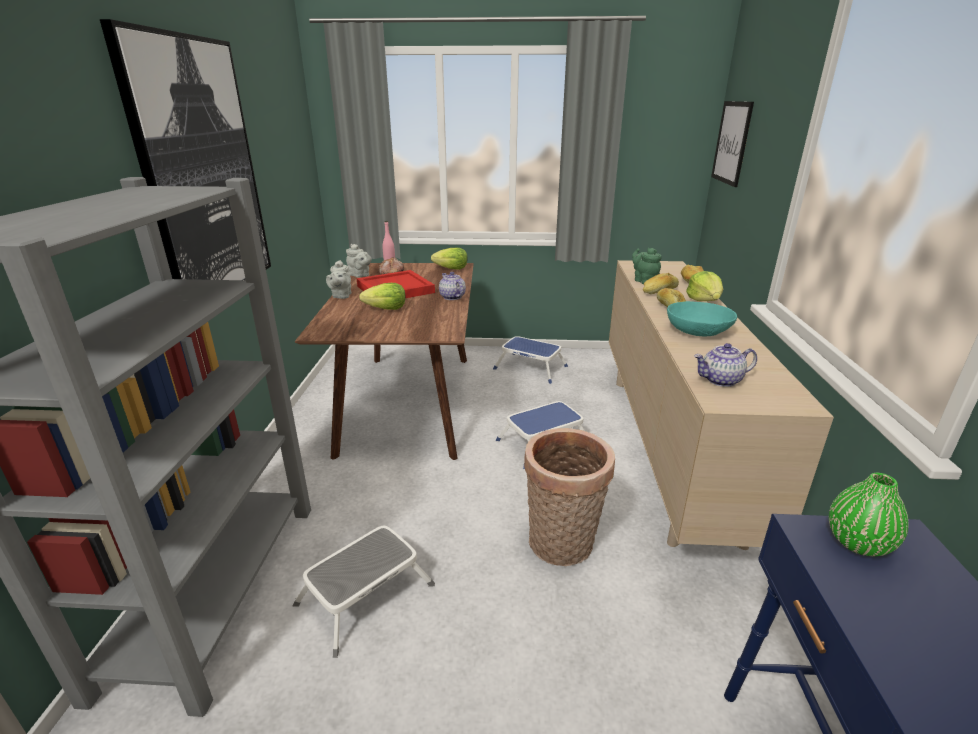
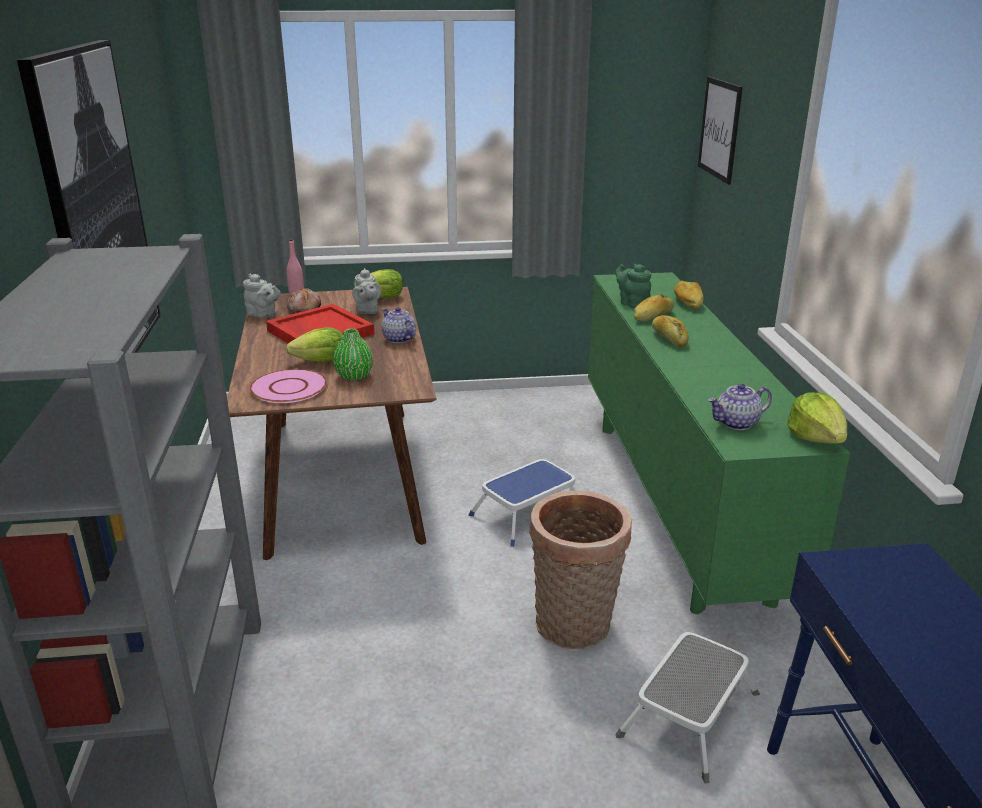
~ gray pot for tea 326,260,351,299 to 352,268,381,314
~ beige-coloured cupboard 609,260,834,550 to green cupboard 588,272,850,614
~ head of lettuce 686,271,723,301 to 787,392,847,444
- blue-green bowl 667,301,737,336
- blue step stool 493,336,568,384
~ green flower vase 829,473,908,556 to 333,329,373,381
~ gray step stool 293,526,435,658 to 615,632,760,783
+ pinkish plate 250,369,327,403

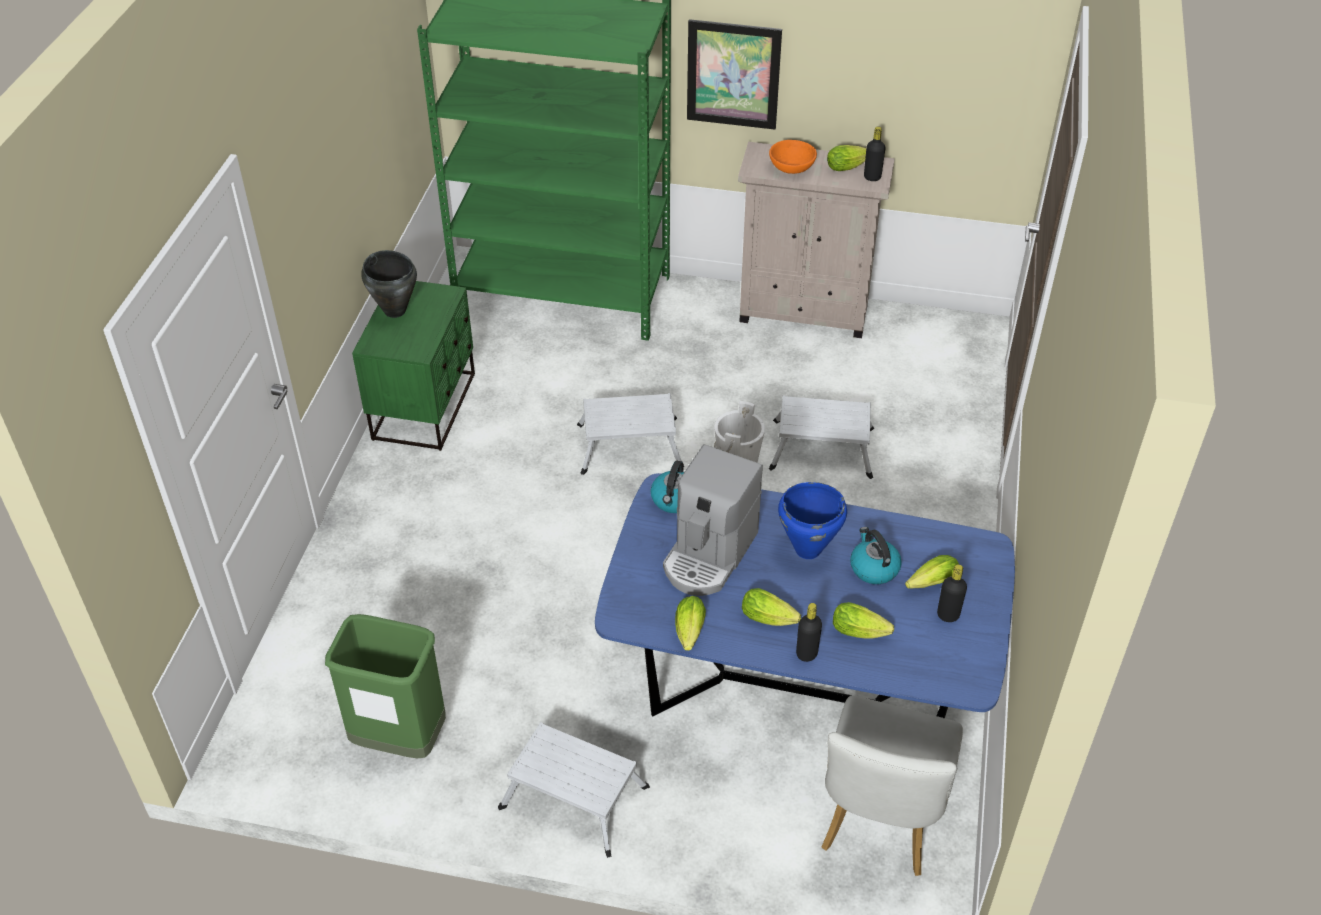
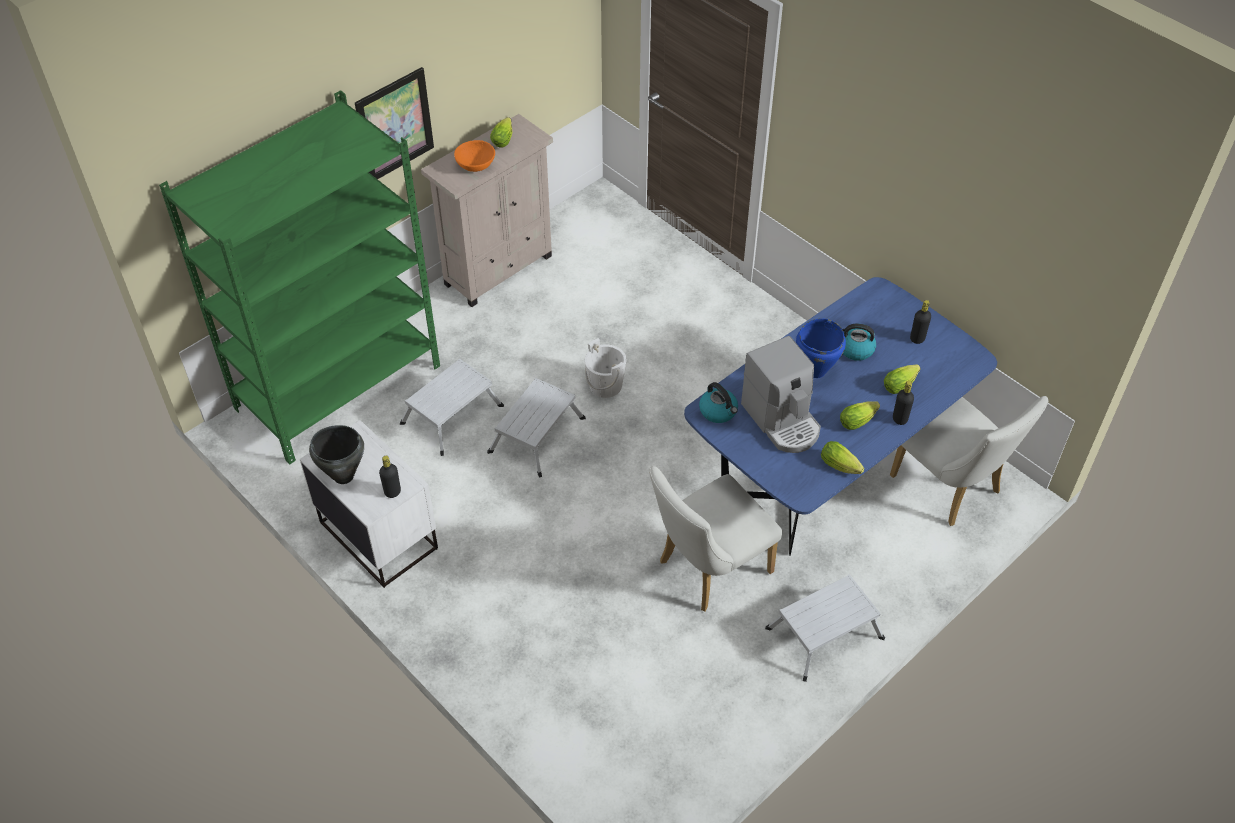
~ black drink bottle 864,127,886,181 to 379,456,401,498
~ green bedside table 352,281,475,451 to white-coloured bedside table 300,420,438,588
~ white-coloured step stool 769,395,874,479 to 400,358,504,456
- head of lettuce 905,555,959,589
- green waste bin 325,614,446,758
+ white-coloured plain chair 649,466,782,612

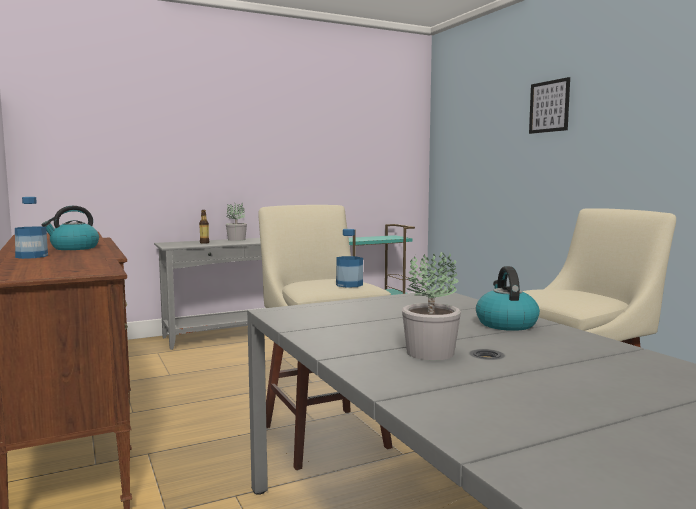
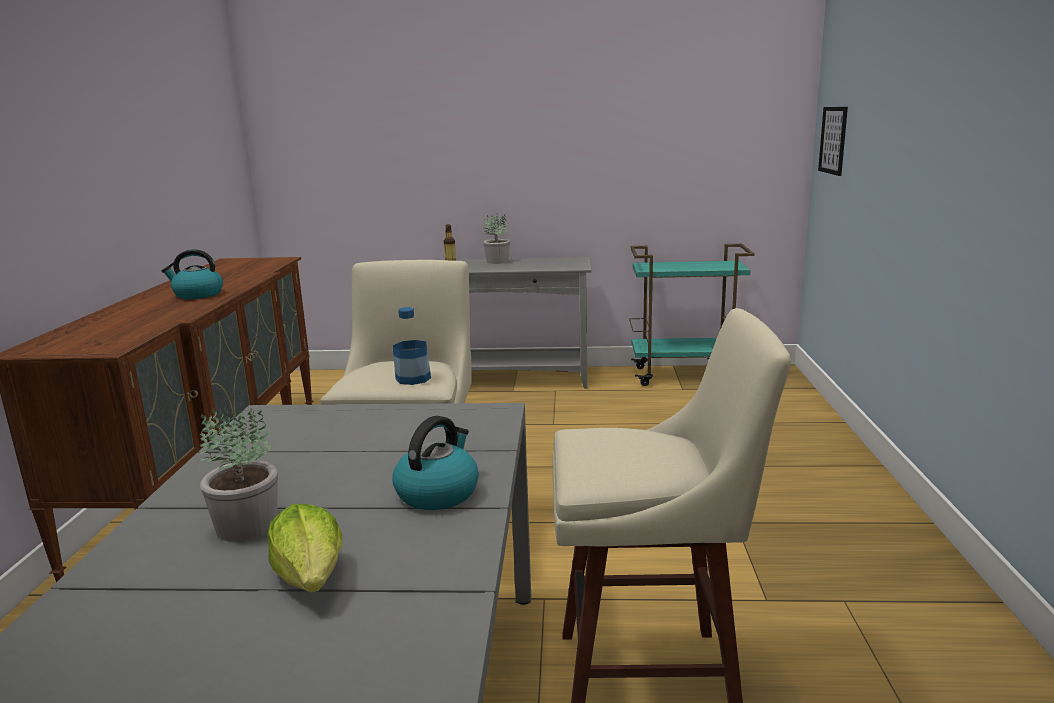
~ wall picture 529,77,570,134 to 818,107,848,176
- drink bottle 15,197,48,259
+ head of lettuce 267,504,342,593

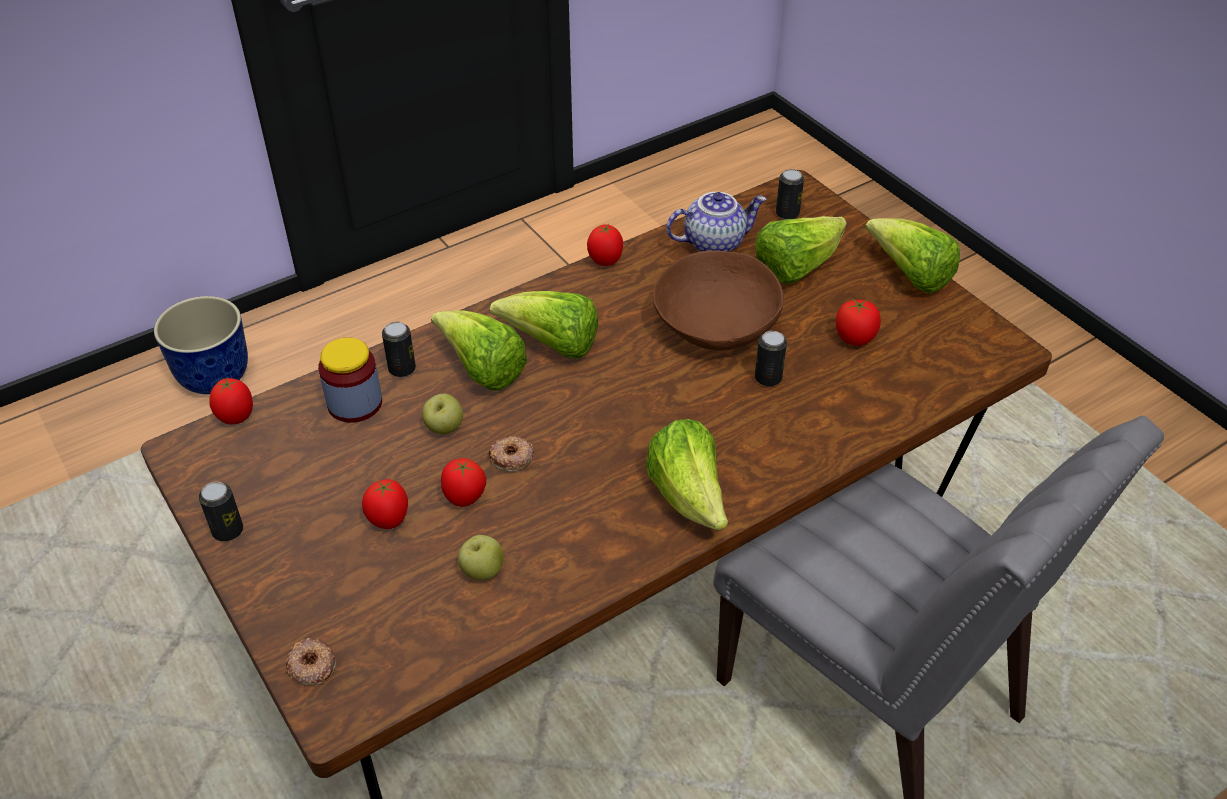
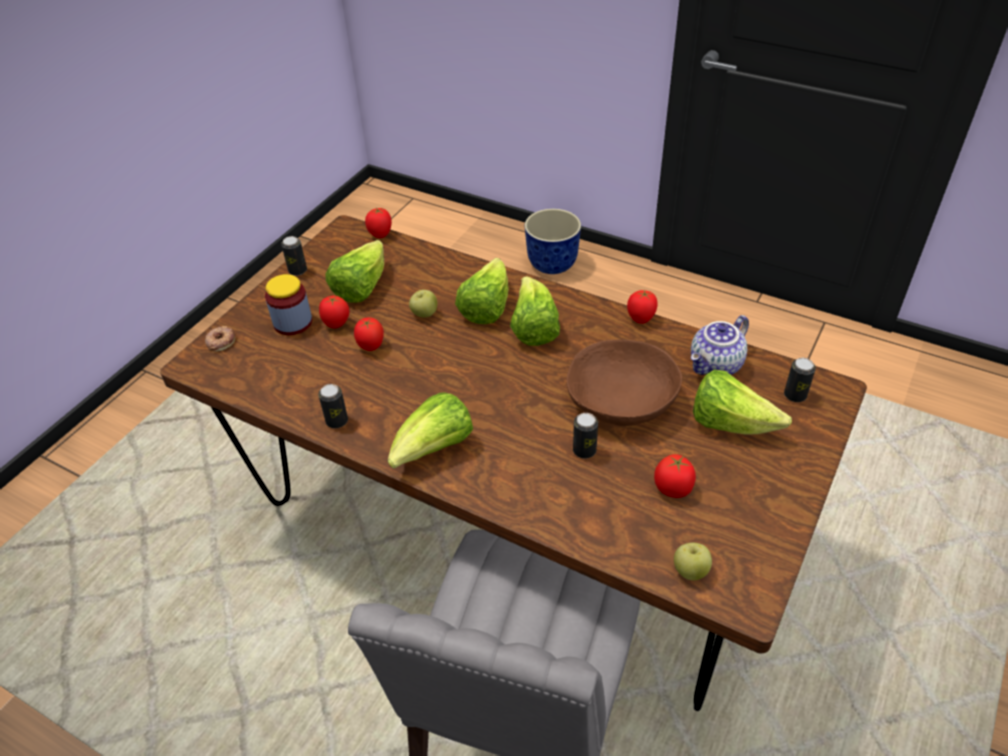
~ pot for tea 666,192,767,252 = 691,315,749,375 90 degrees clockwise
~ head of lettuce 865,218,960,294 to 326,240,384,303
~ metal can 382,322,416,377 to 318,384,348,428
~ storage jar 318,337,382,423 to 265,274,312,335
- ring doughnut 489,436,534,472
~ apple 458,535,504,580 to 674,543,712,580

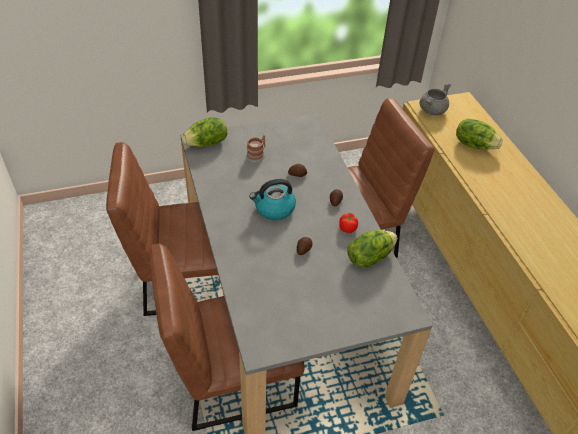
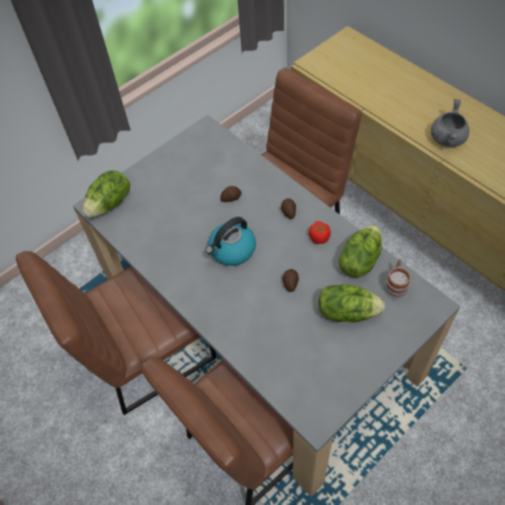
~ gray cooking pot 419,82,451,116 to 431,99,469,147
~ head of lettuce 456,119,503,150 to 318,284,385,322
~ tea mug 246,135,266,163 to 384,259,411,300

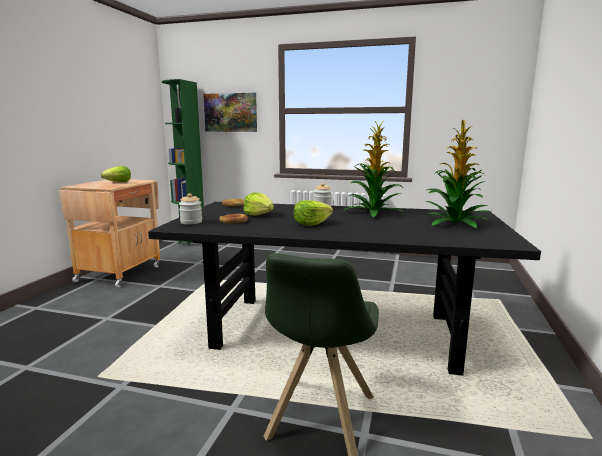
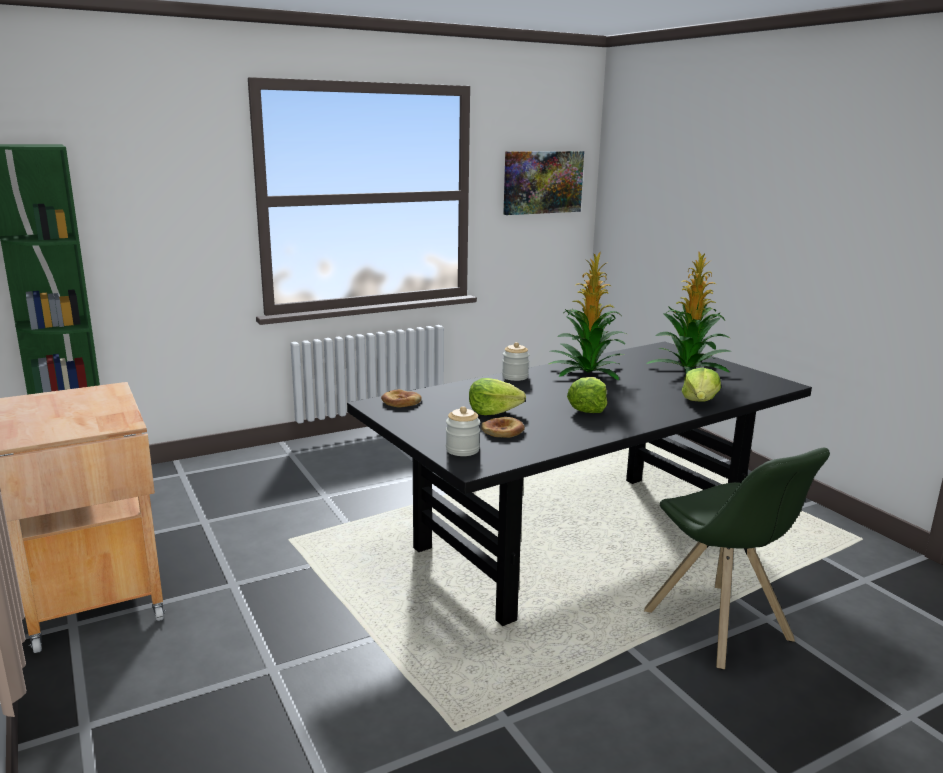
~ wall picture 203,93,257,132 to 503,151,584,215
~ head of lettuce 101,166,131,182 to 682,367,721,402

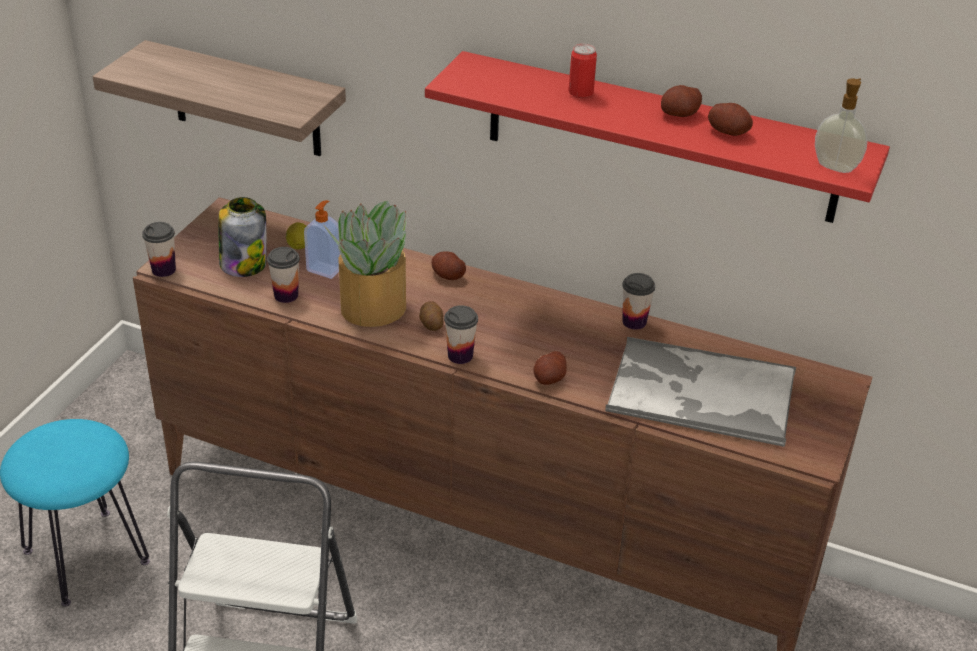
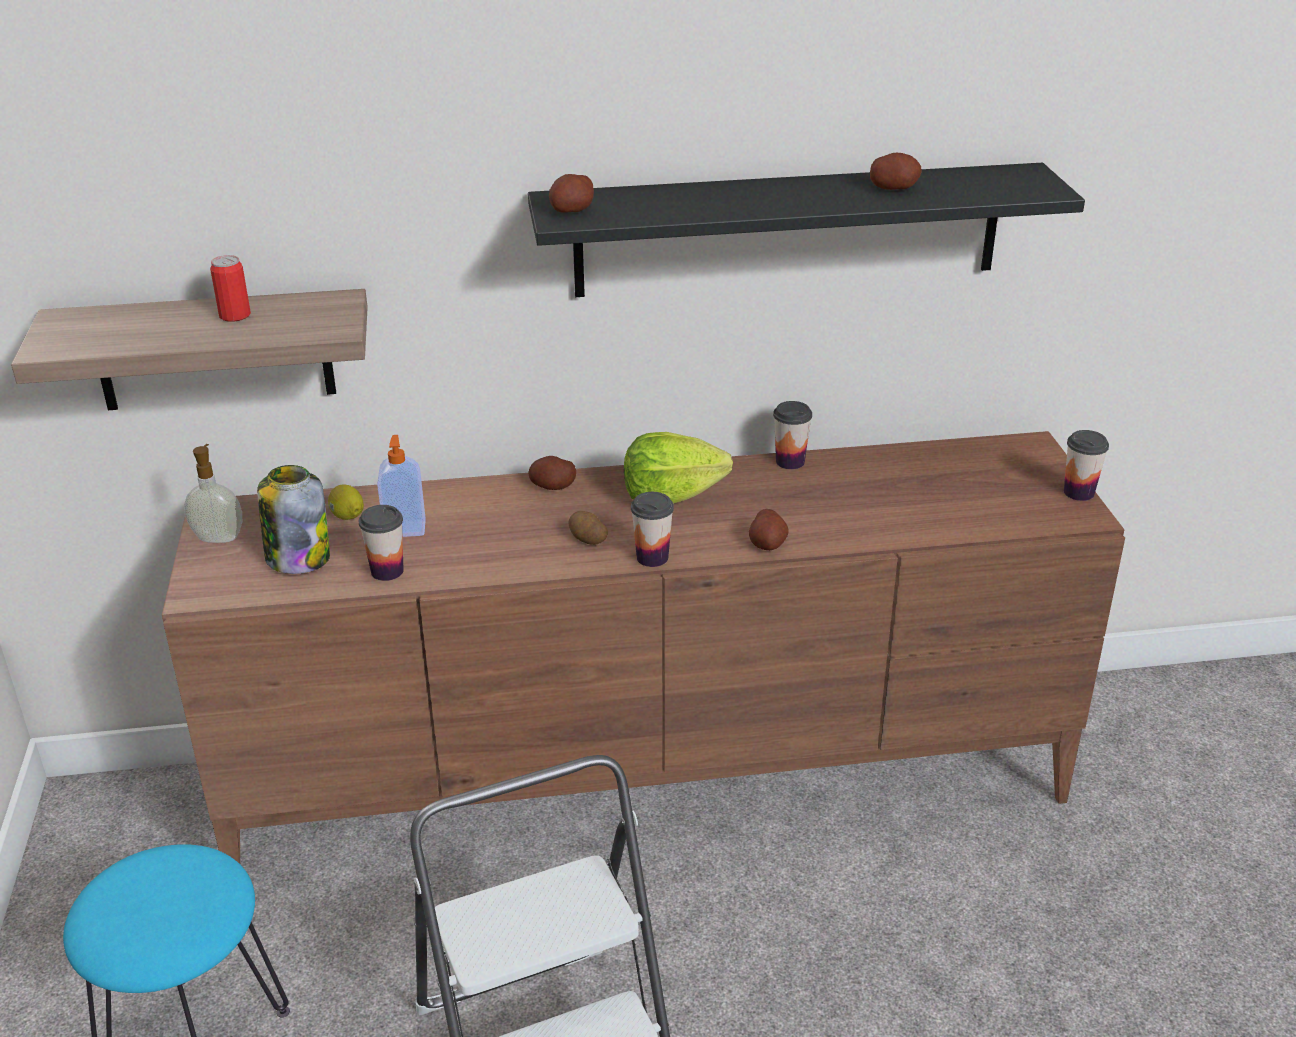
~ metal can 568,44,597,98 to 210,255,251,322
~ red-coloured shelf 425,51,890,223 to black shelf 528,163,1085,297
~ liquid soap bottle 815,78,868,173 to 184,444,242,543
~ potato 661,85,702,117 to 549,174,594,213
- plant in a pot 324,201,407,327
~ cup 142,222,176,277 to 1064,430,1109,501
- tray 605,337,796,447
+ head of lettuce 624,432,733,504

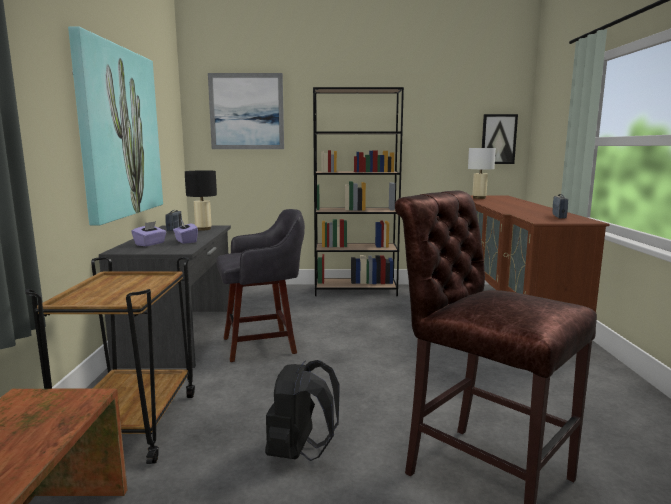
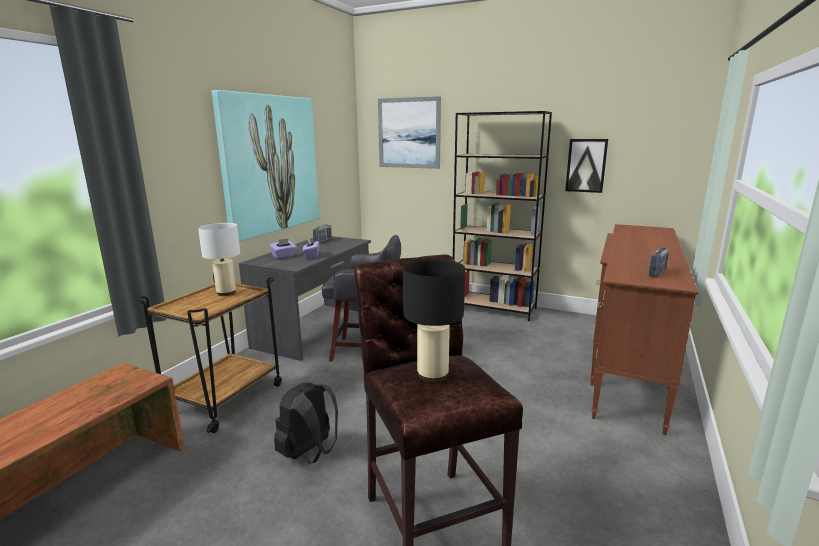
~ wall picture 482,114,518,164 to 565,139,608,193
~ white-coloured tabletop lamp 468,148,496,199 to 198,223,240,296
~ black tabletop lamp 185,170,217,231 to 403,259,465,383

